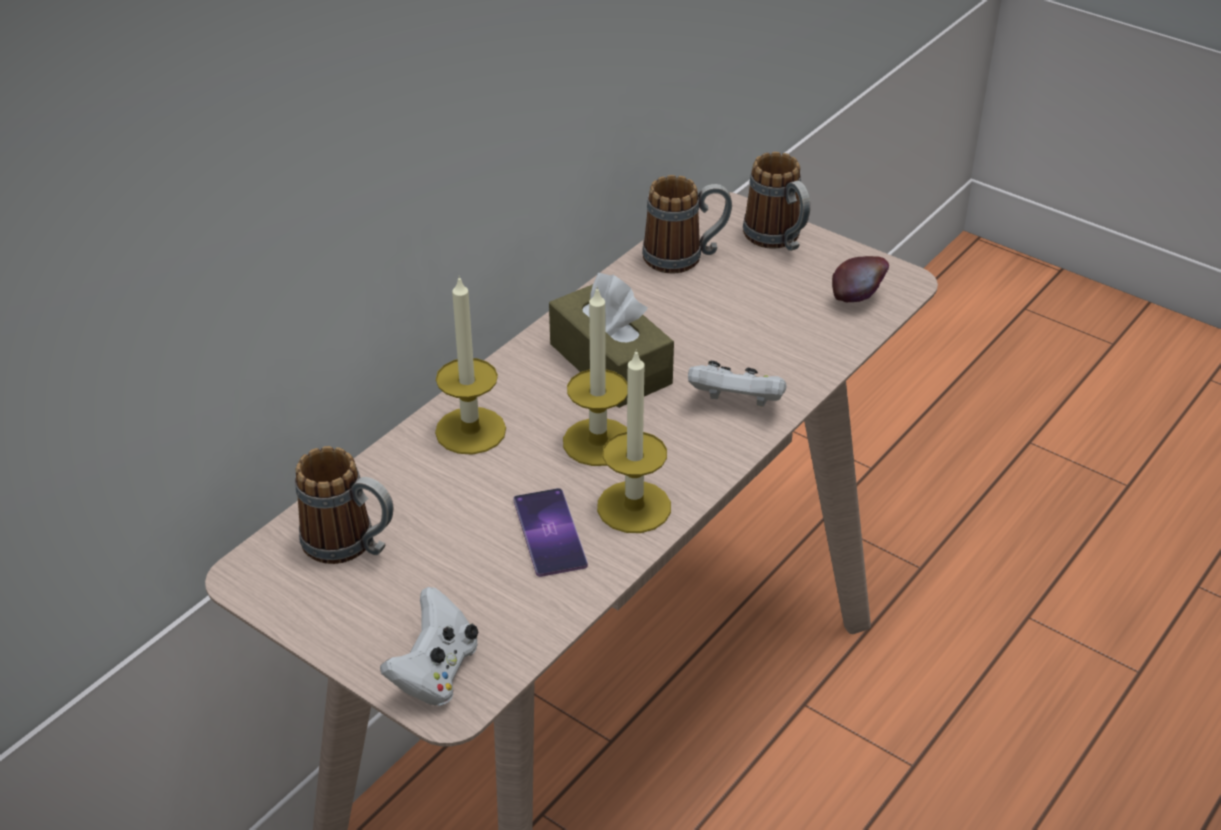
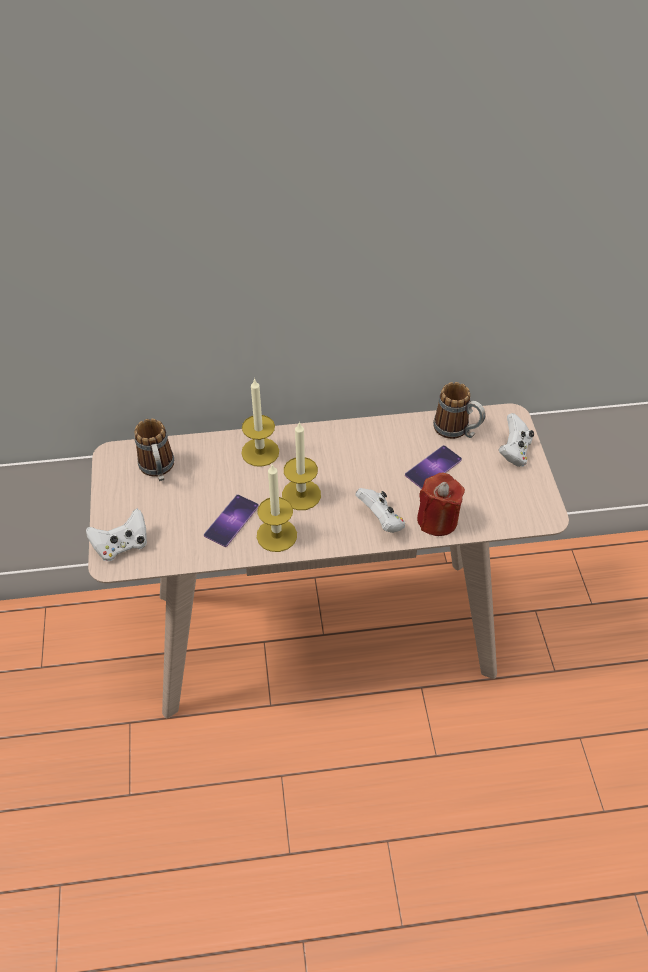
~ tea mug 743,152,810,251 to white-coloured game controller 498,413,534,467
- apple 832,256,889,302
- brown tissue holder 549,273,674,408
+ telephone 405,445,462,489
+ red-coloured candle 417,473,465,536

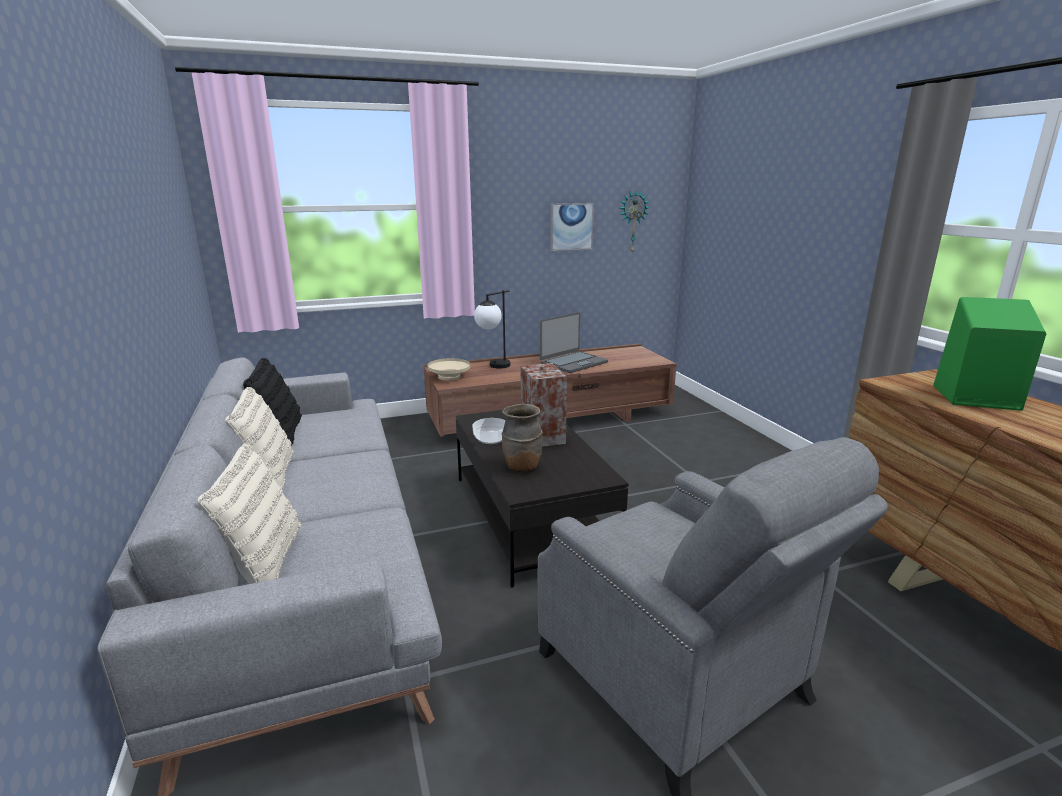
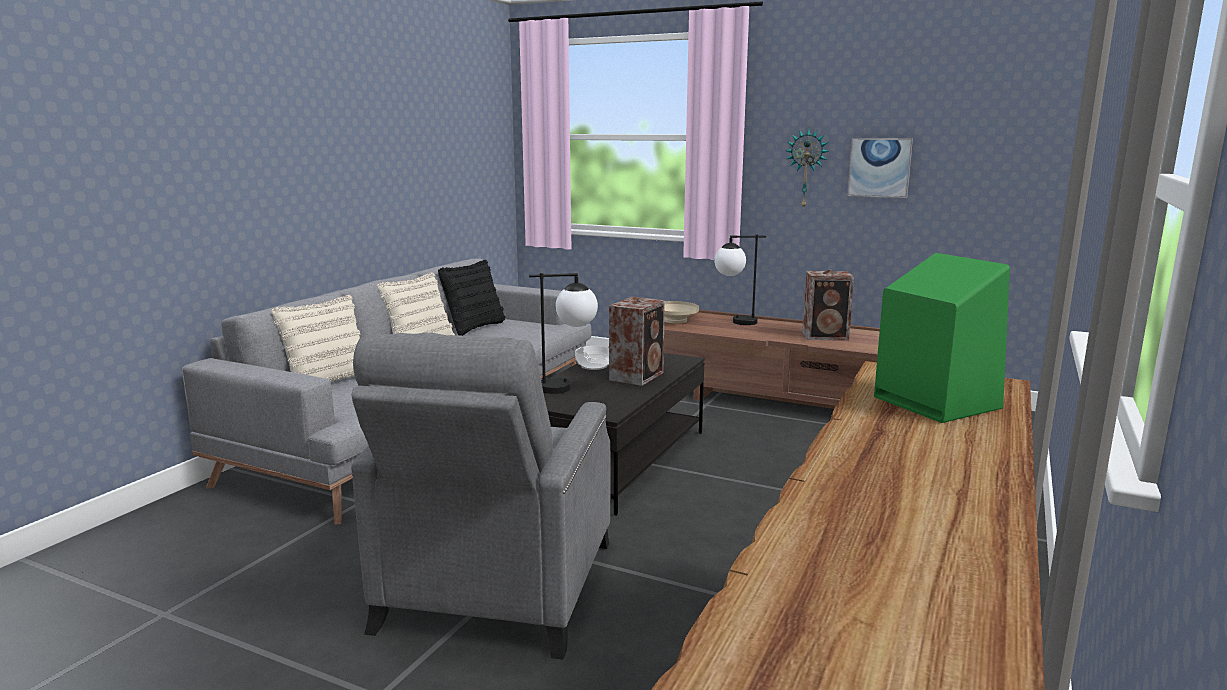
~ wall clock 620,190,650,253 to 785,128,829,209
~ notebook computer 540,312,608,373 to audio speaker 802,270,854,341
~ brown flower vase 502,404,543,472 to tabletop lamp 529,273,598,394

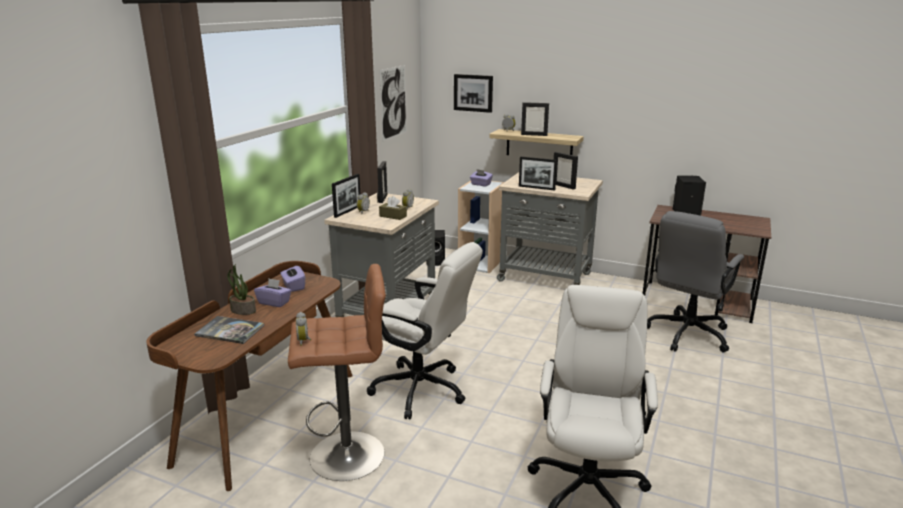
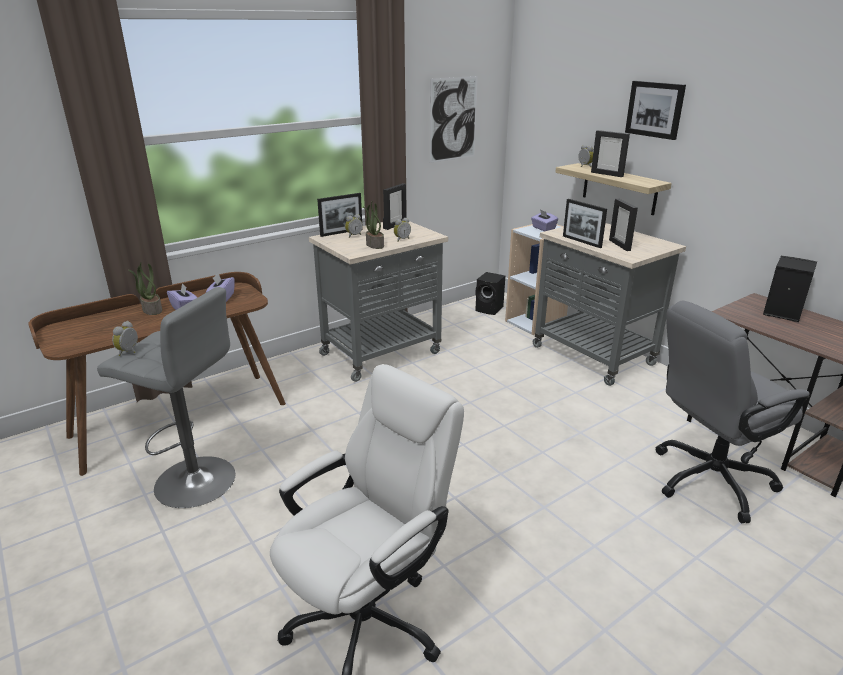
~ wall picture 454,74,493,113 to 625,81,686,140
~ brown tissue holder 379,196,407,220 to plant in a pot 363,202,384,249
- white-coloured office chair 367,242,483,419
~ brown sitting stool 288,264,386,481 to gray sitting stool 97,287,235,508
- volume 194,316,264,344

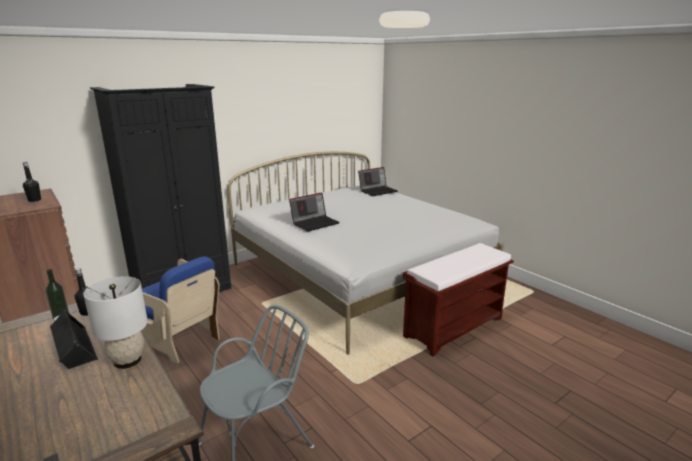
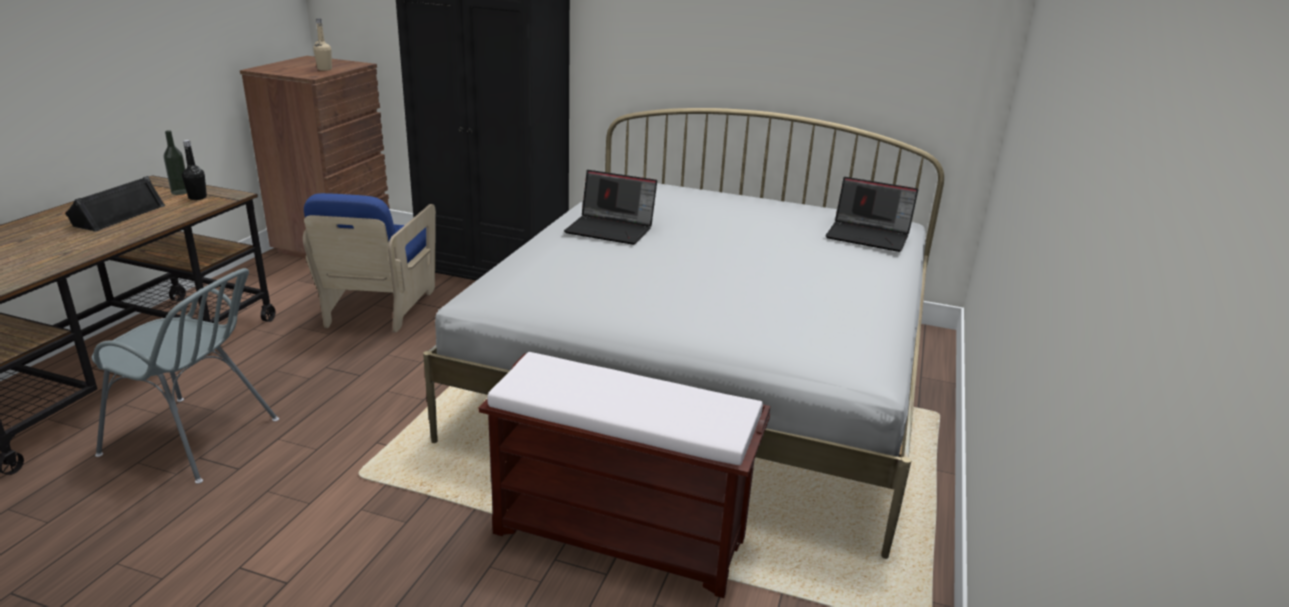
~ black drink bottle 23,162,41,202 to beige-coloured drink bottle 313,19,332,71
- white-coloured tabletop lamp 83,276,148,369

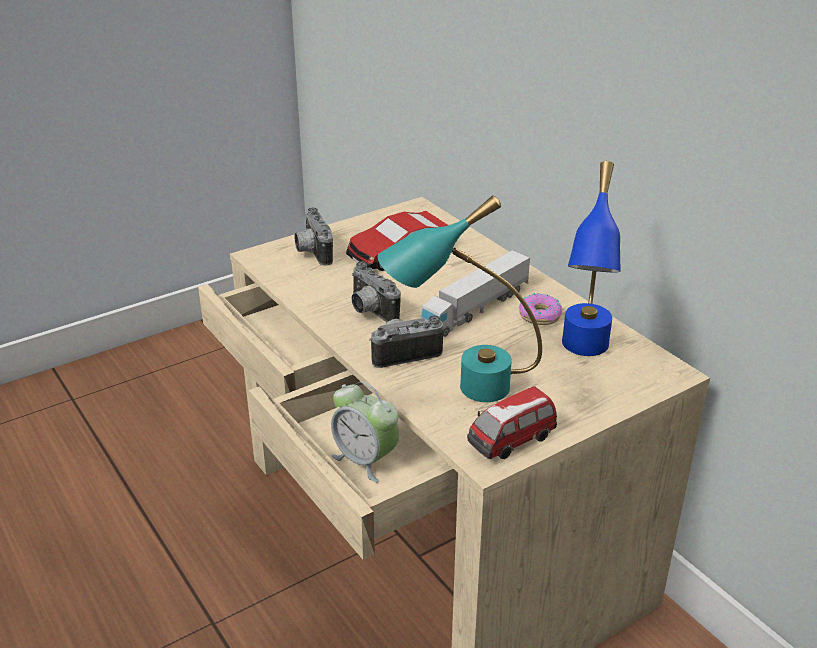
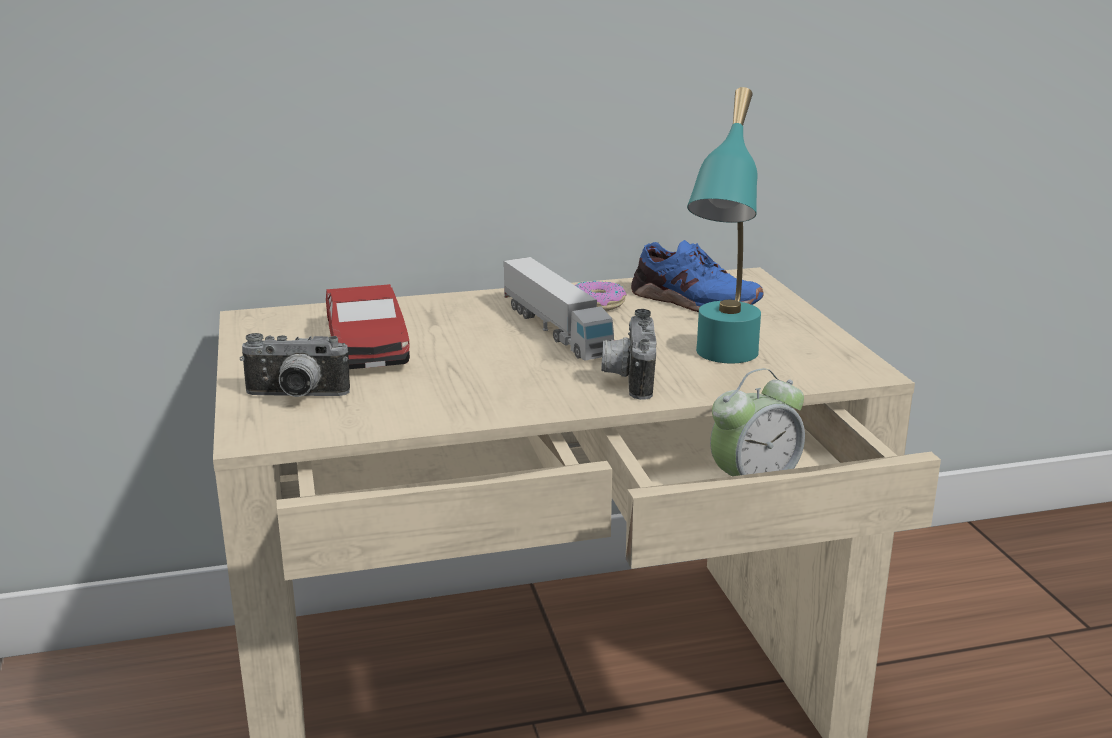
~ blue tabletop lamp 562,161,621,356 to blue low shoe 631,240,764,313
- still camera 352,262,401,322
- miniature car 467,386,557,459

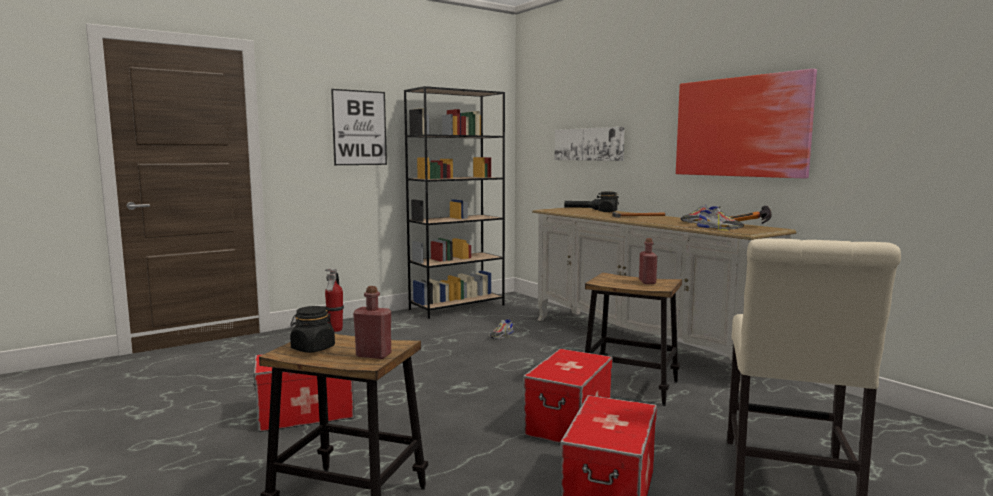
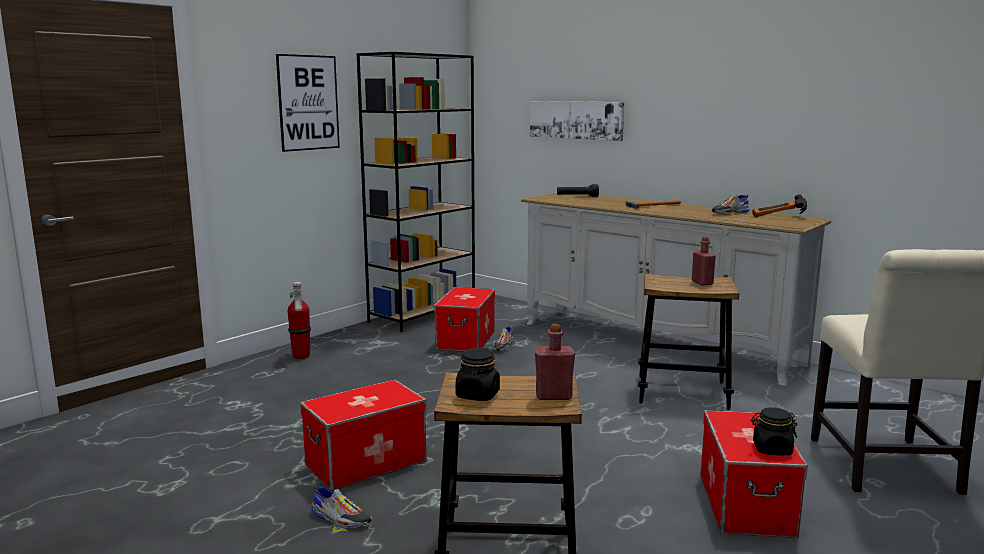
- wall picture 676,69,817,179
~ black storage jar 597,192,619,212 to 751,407,797,455
~ low shoe 697,208,744,230 to 311,487,372,532
~ storage box 523,349,612,444 to 434,287,495,352

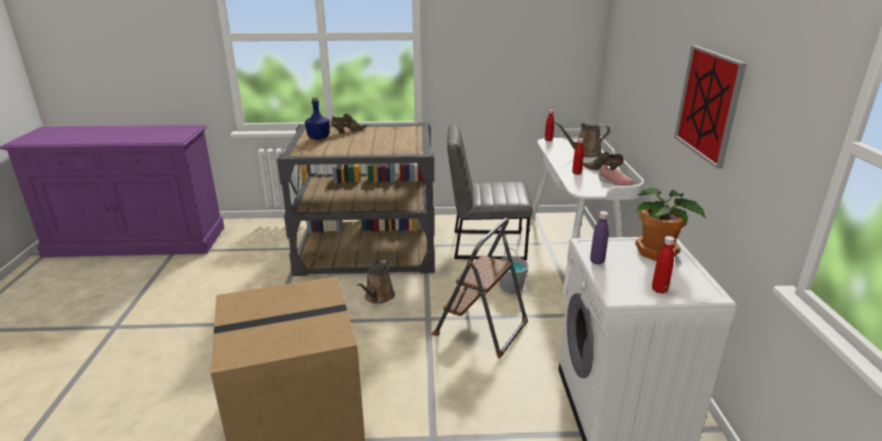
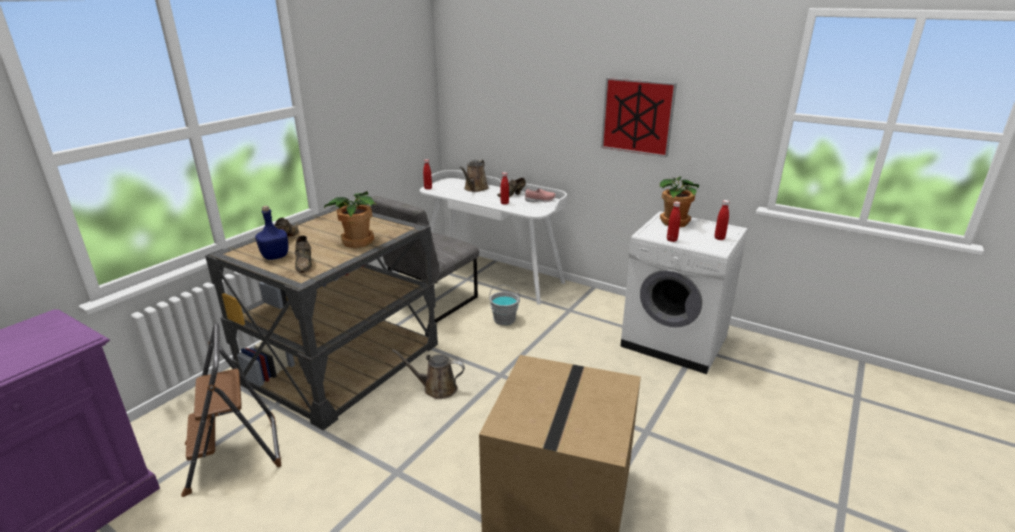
~ purple drink bottle 590,211,609,265 to red-coloured drink bottle 667,201,680,242
~ brown step stool 432,218,528,358 to 181,323,281,497
~ brown watering can 357,260,395,304 = 392,349,465,399 135 degrees clockwise
+ plant in a pot 324,191,375,248
+ brown low shoe 295,235,312,273

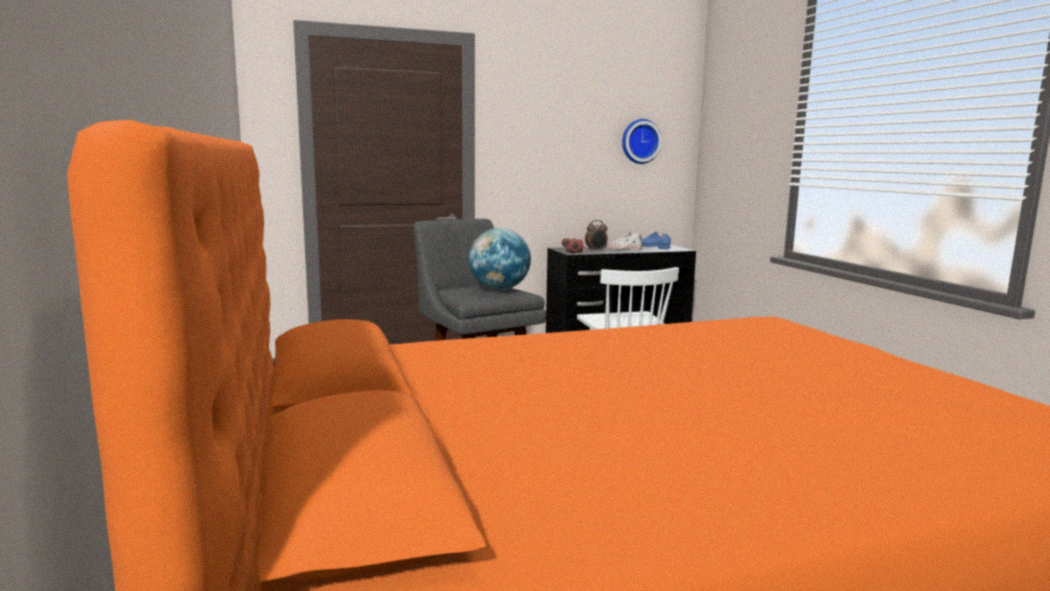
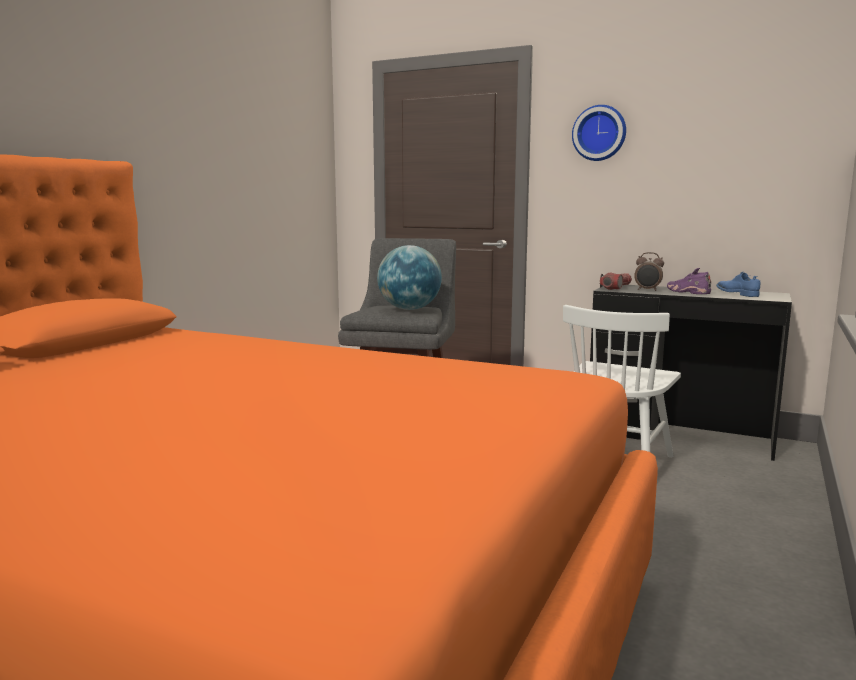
~ wall clock 622,119,662,164 to 572,105,626,161
~ white-coloured low shoe 605,230,642,251 to purple low shoe 667,268,711,294

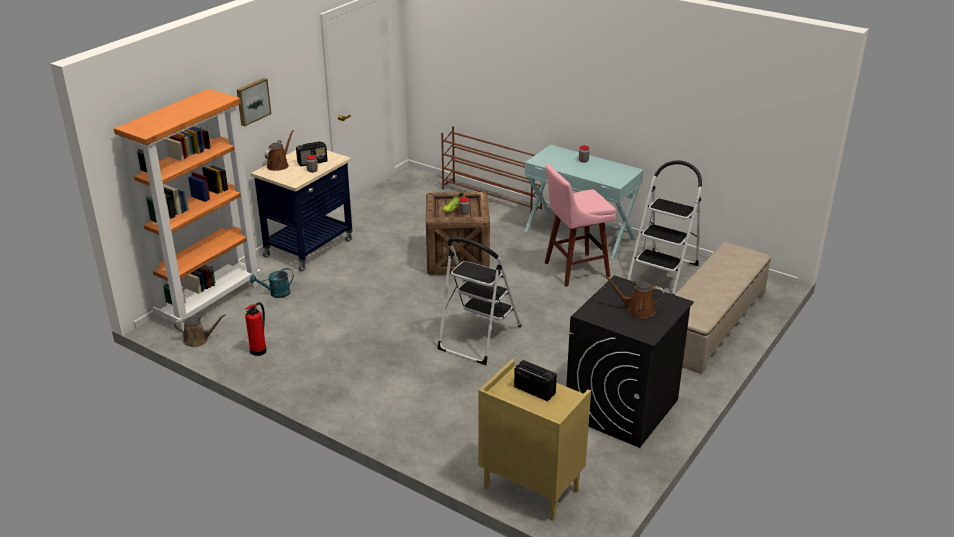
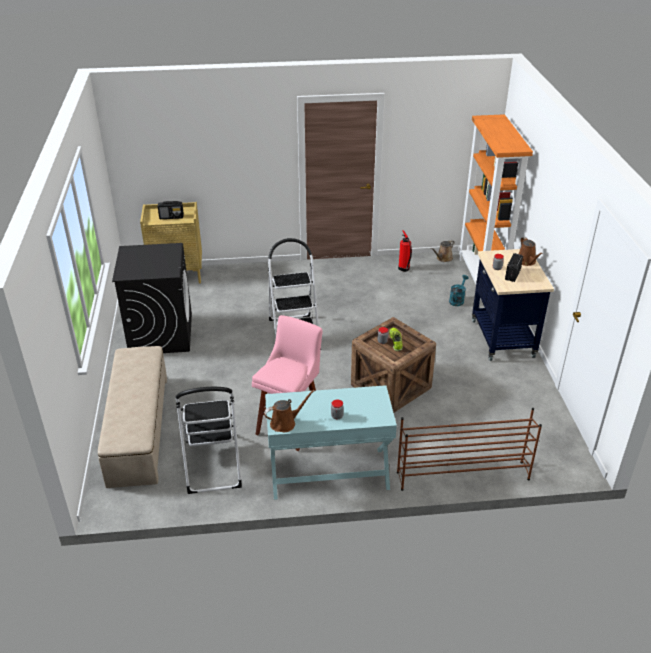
- wall picture 237,78,271,126
~ brown watering can 604,275,665,318 to 264,390,315,432

